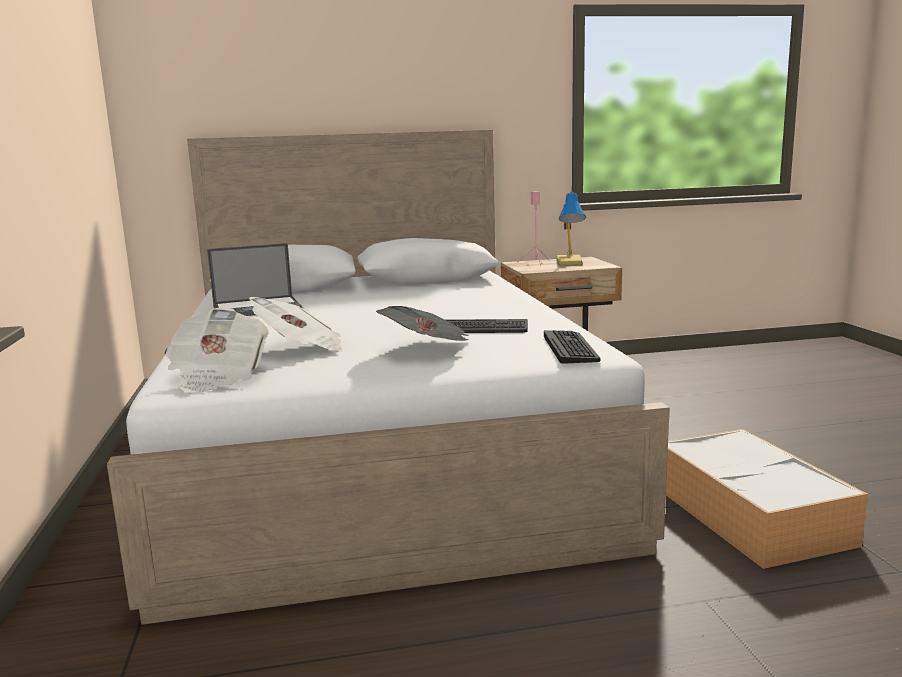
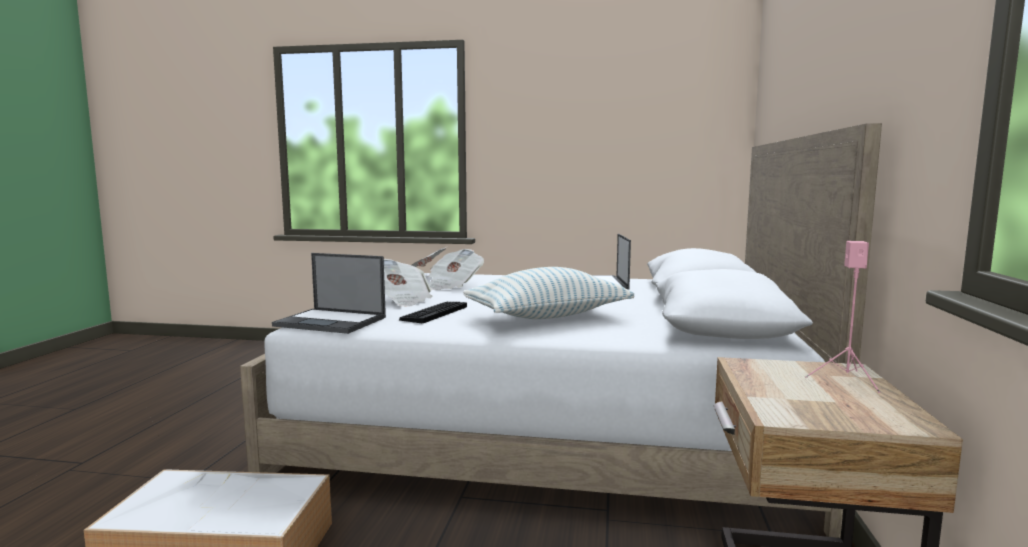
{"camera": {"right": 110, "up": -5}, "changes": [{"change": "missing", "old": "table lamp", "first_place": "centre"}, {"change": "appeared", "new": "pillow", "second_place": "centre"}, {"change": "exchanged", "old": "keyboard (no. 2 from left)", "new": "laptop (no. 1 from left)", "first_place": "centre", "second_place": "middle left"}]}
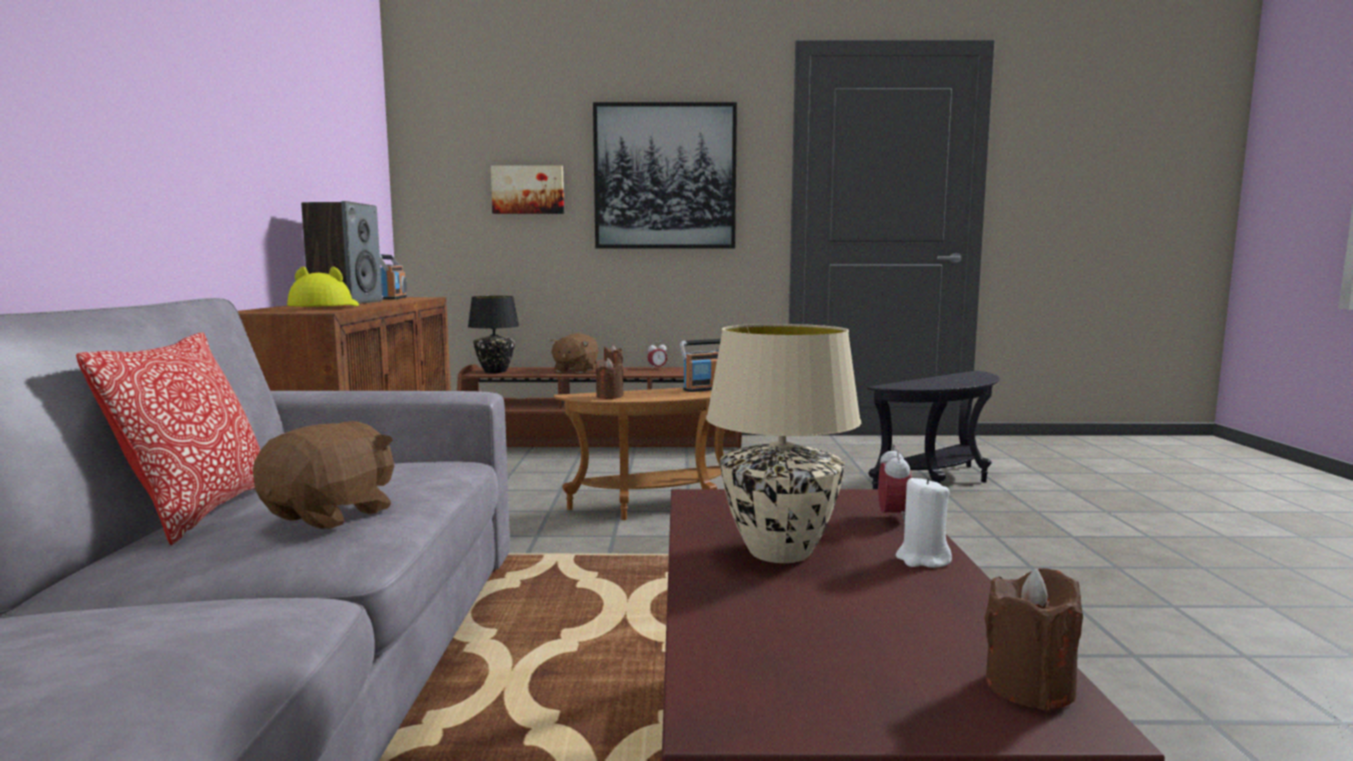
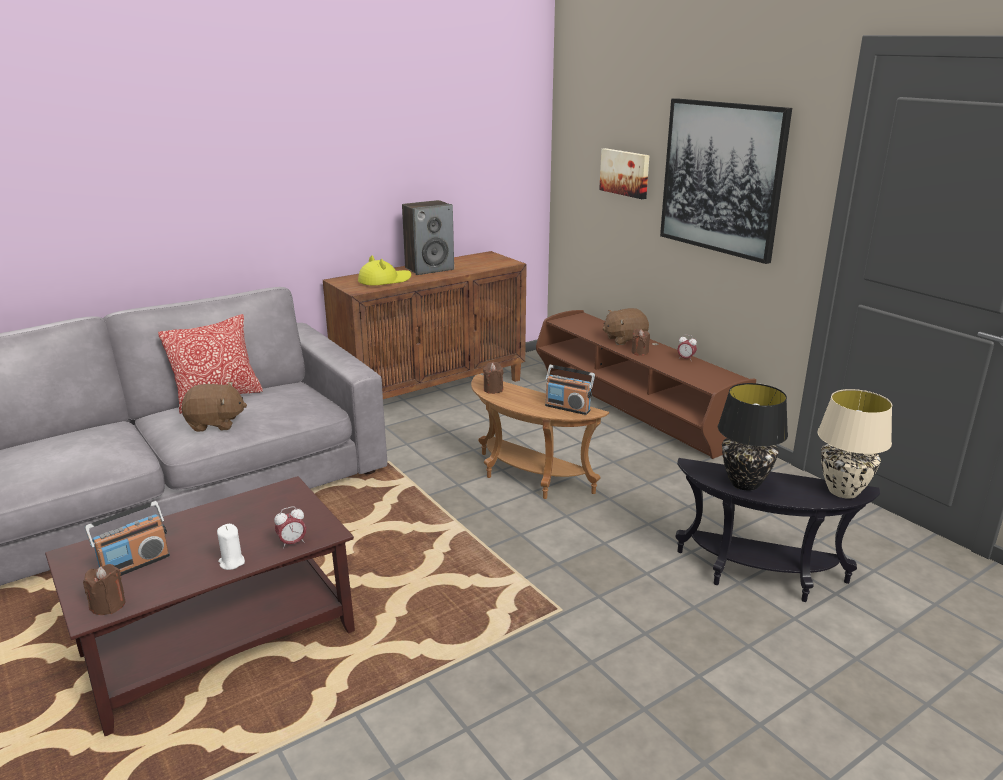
{"camera": {"right": 55, "up": 15}, "changes": [{"change": "relocated", "old": "radio (no. 1 from left)", "first_place": "middle left", "second_place": "bottom left"}, {"change": "relocated", "old": "black table lamp", "first_place": "centre", "second_place": "middle right"}, {"change": "relocated", "old": "beige table lamp", "first_place": "centre", "second_place": "middle right"}]}
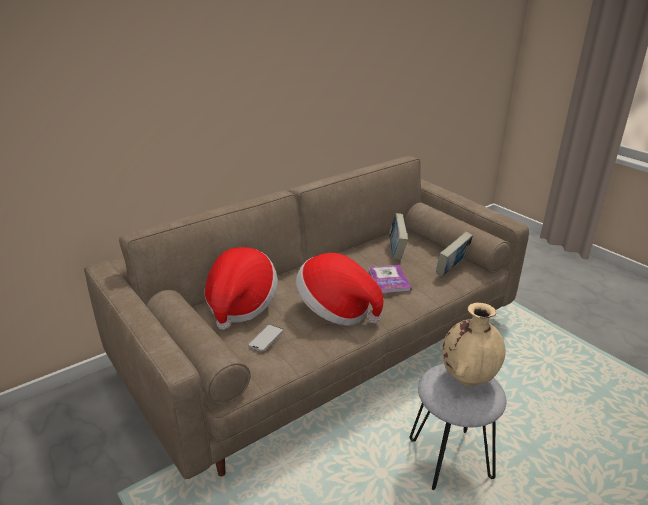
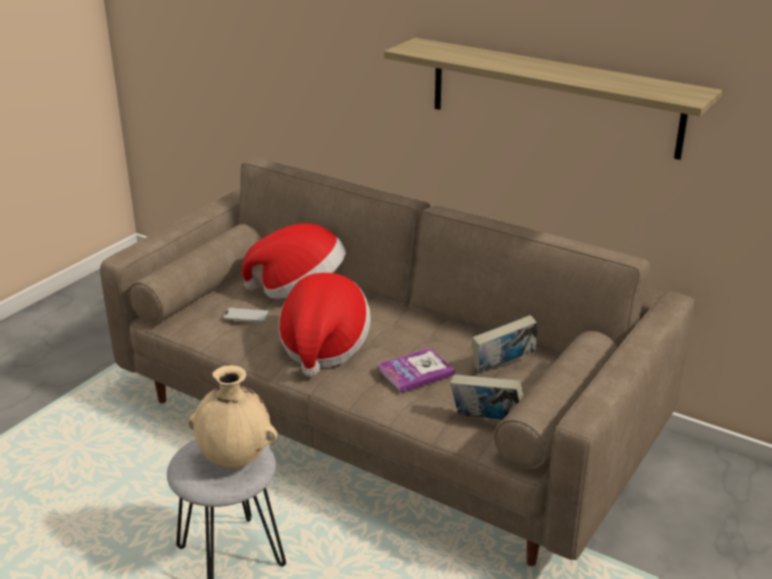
{"camera": {"right": 70, "up": 0}, "changes": [{"change": "appeared", "new": "shelf", "second_place": "top right"}]}
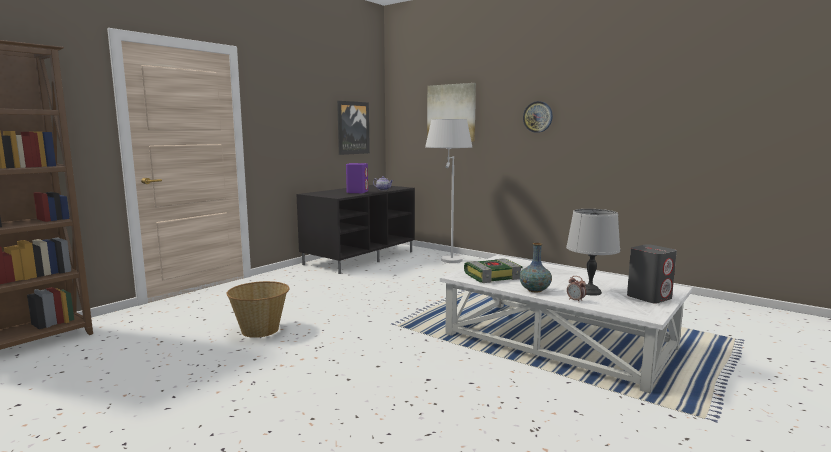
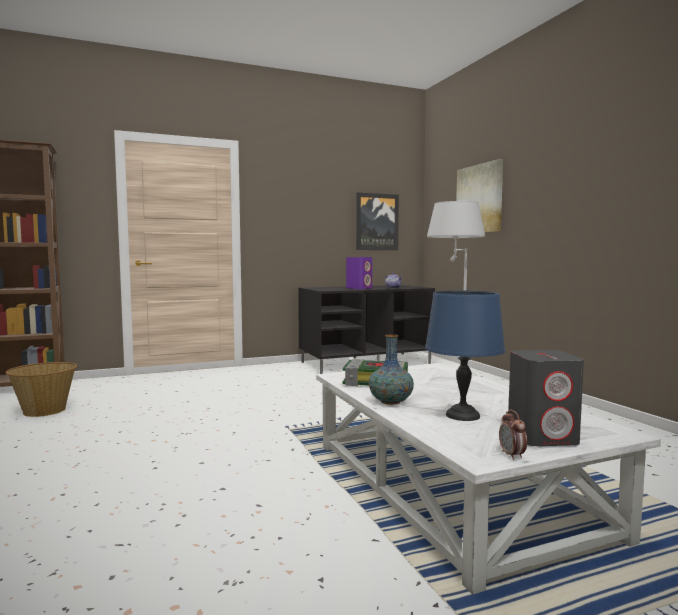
{"camera": {"right": 30, "up": -5}, "changes": [{"change": "missing", "old": "wall clock", "first_place": "top centre"}, {"change": "relocated", "old": "basket", "first_place": "bottom left", "second_place": "middle left"}, {"change": "relocated", "old": "alarm clock", "first_place": "middle right", "second_place": "bottom right"}, {"change": "colour", "old": "grey table lamp", "new": "blue table lamp", "first_place": "middle right", "second_place": "middle right"}]}
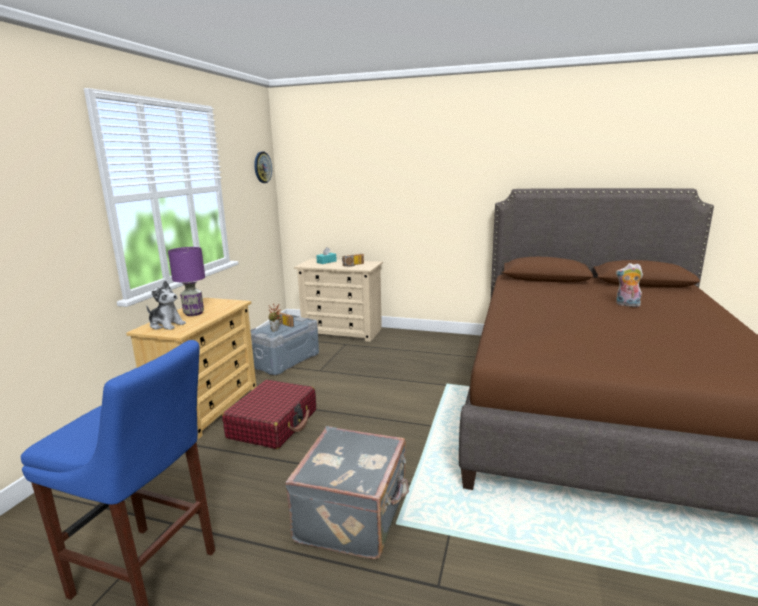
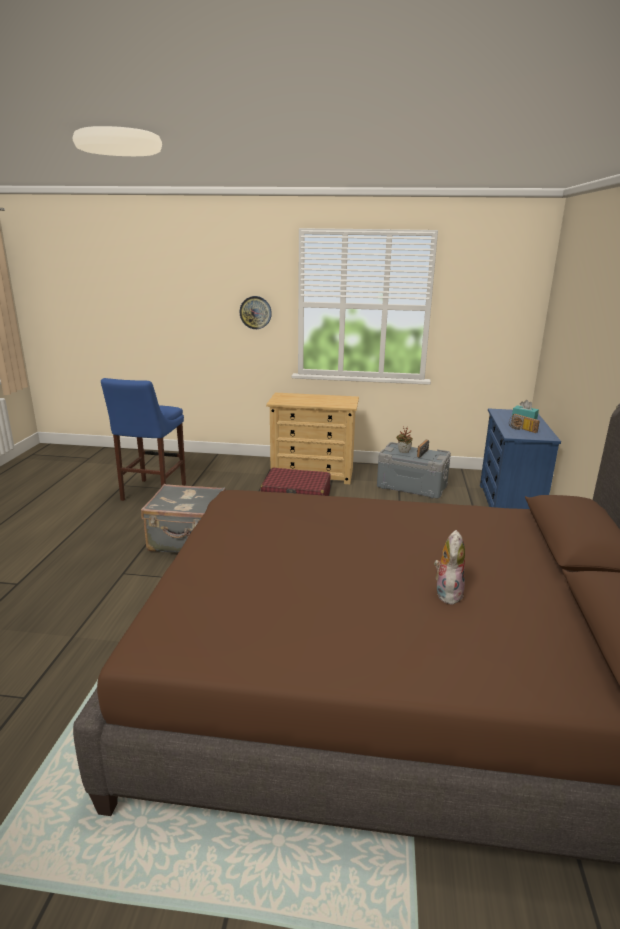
{"camera": {"right": 80, "up": 5}, "changes": [{"change": "missing", "old": "plush toy (no. 1 from left)", "first_place": "middle left"}, {"change": "missing", "old": "purple table lamp", "first_place": "middle left"}, {"change": "relocated", "old": "wall clock", "first_place": "top centre", "second_place": "centre"}, {"change": "colour", "old": "beige dresser (no. 2 from left)", "new": "blue dresser", "first_place": "centre", "second_place": "middle right"}]}
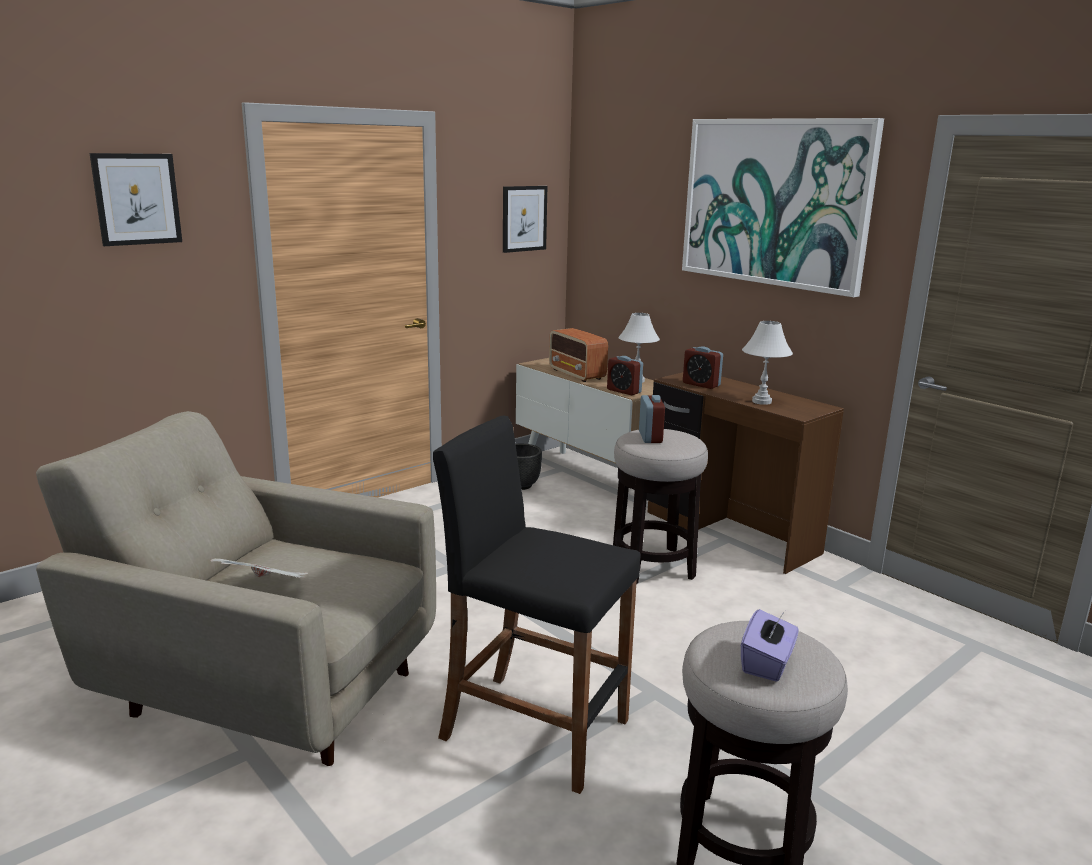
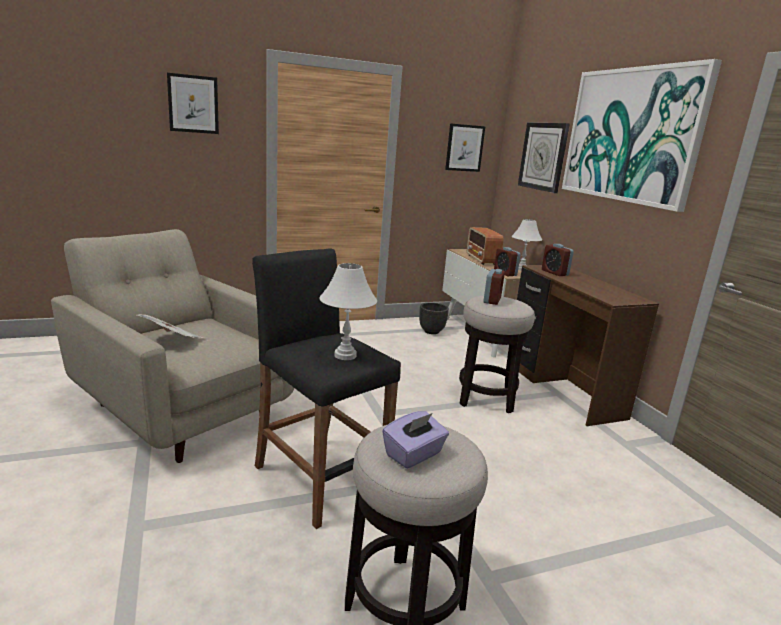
{"camera": {"right": 20, "up": 0}, "changes": [{"change": "appeared", "new": "wall clock", "second_place": "top right"}, {"change": "relocated", "old": "white table lamp (no. 2 from left in the first image)", "new": "white table lamp (no. 1 from left)", "first_place": "middle right", "second_place": "centre"}]}
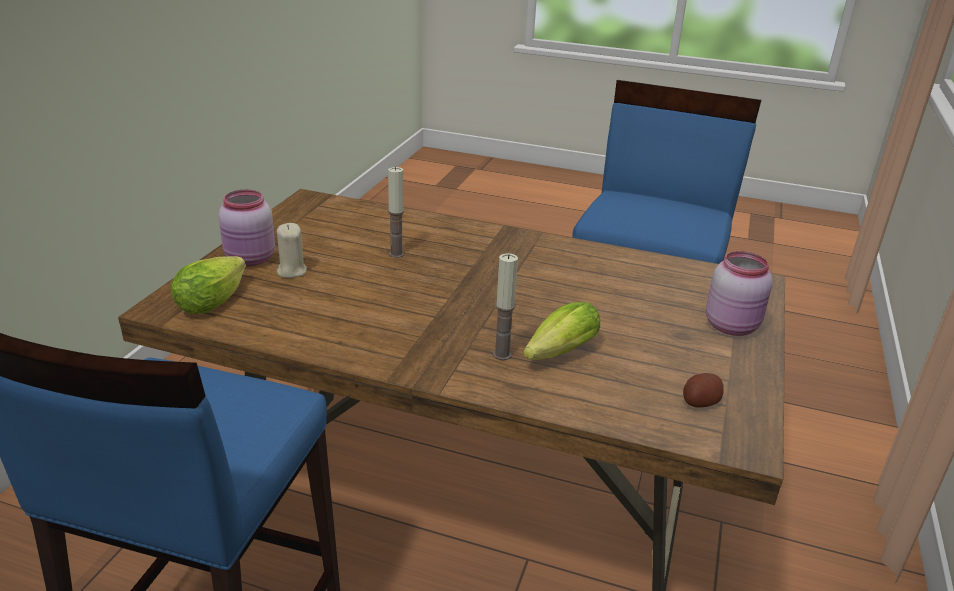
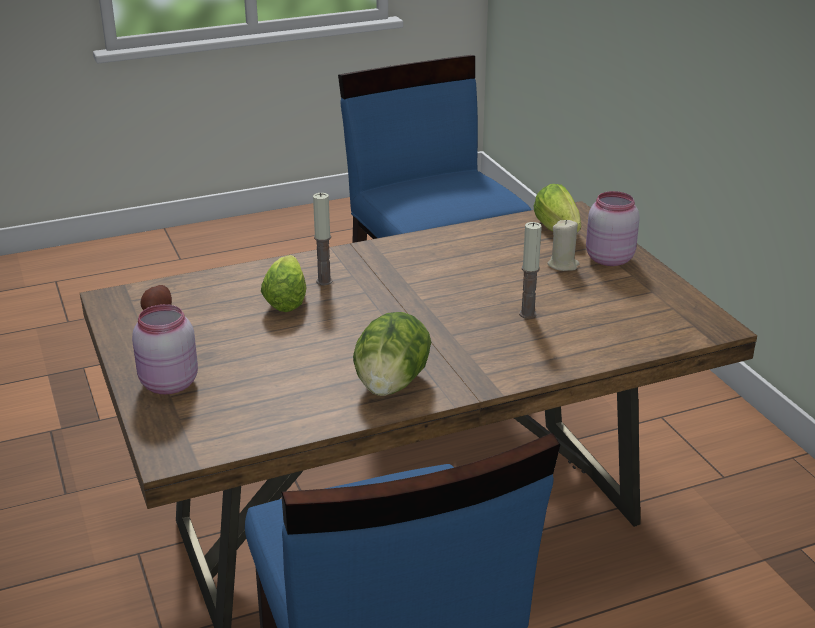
{"camera": {"right": 140, "up": 0}, "changes": [{"change": "appeared", "new": "lettuce (no. 2 from left)", "second_place": "centre"}]}
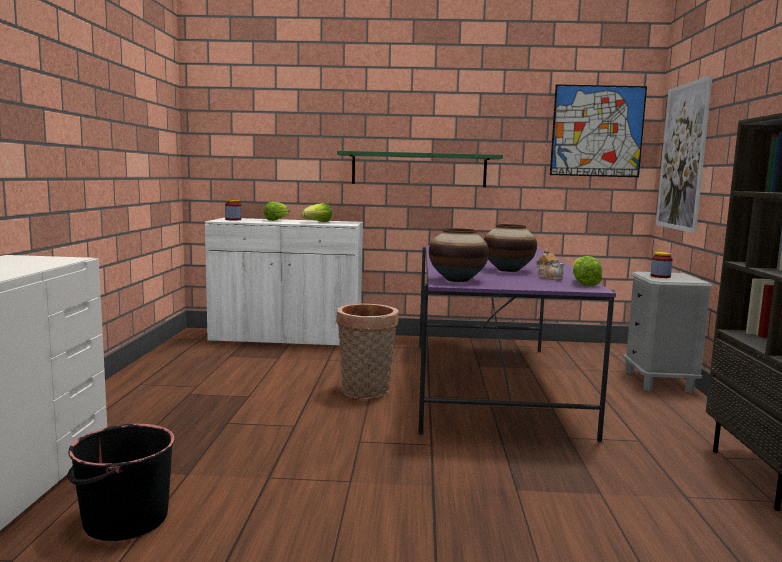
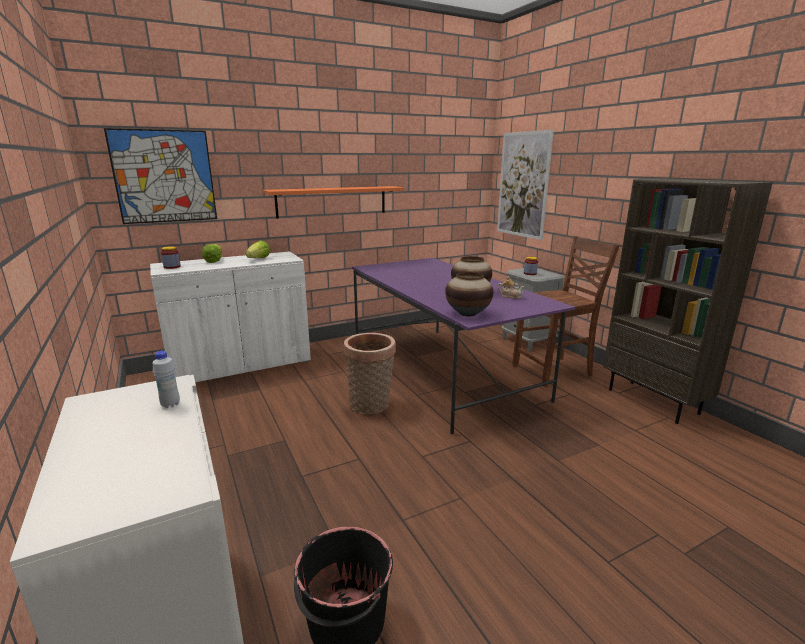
{"camera": {"right": -30, "up": 10}, "changes": [{"change": "missing", "old": "lettuce (no. 3 from left)", "first_place": "middle right"}, {"change": "appeared", "new": "white bottle", "second_place": "middle left"}, {"change": "appeared", "new": "brown chair", "second_place": "middle right"}, {"change": "relocated", "old": "picture (no. 1 from left)", "first_place": "top right", "second_place": "top left"}, {"change": "colour", "old": "green shelf", "new": "orange shelf", "first_place": "top centre", "second_place": "top centre"}]}
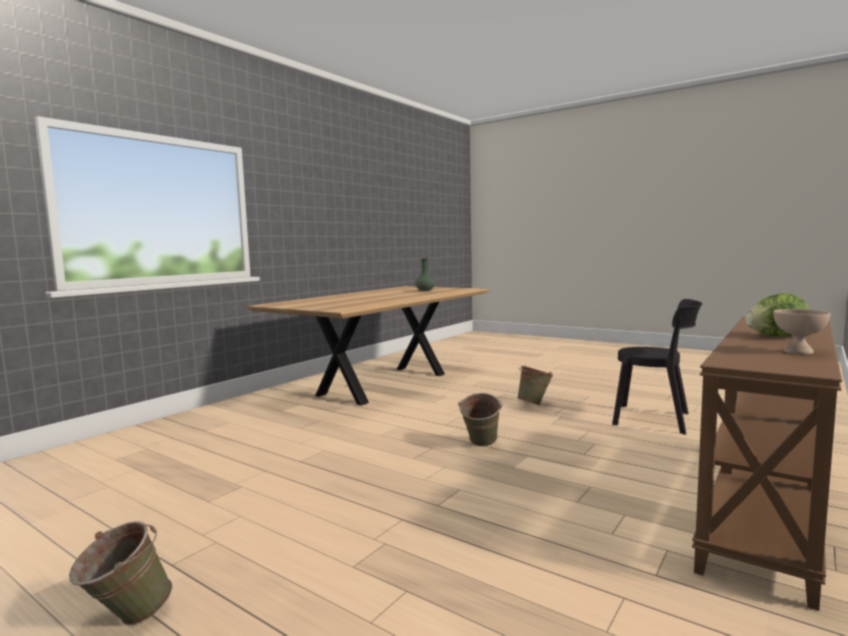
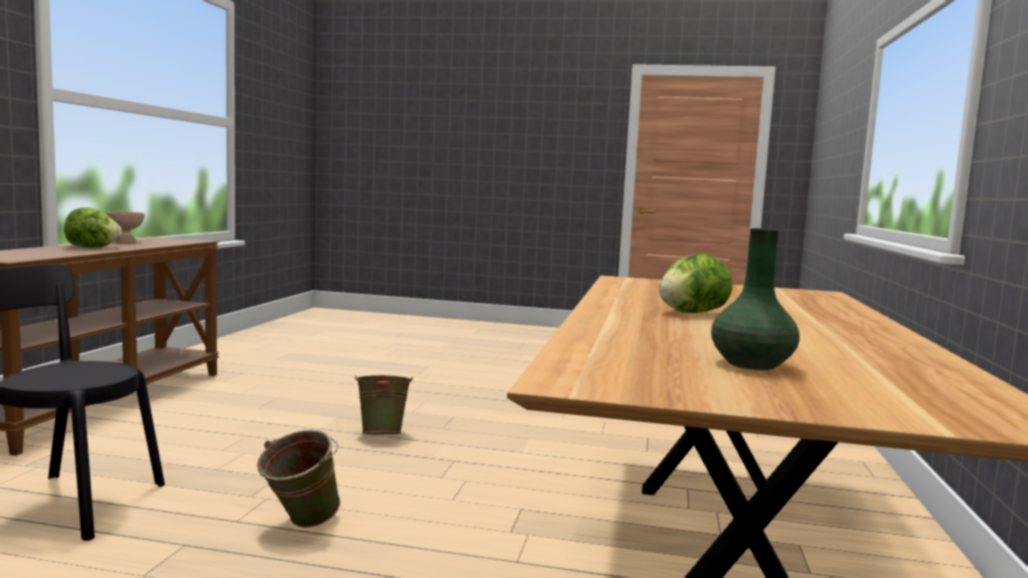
{"camera": {"right": 155, "up": 0}, "changes": [{"change": "missing", "old": "green bucket (no. 1 from left)", "first_place": "bottom left"}, {"change": "appeared", "new": "lettuce (no. 2 from left)", "second_place": "middle right"}]}
